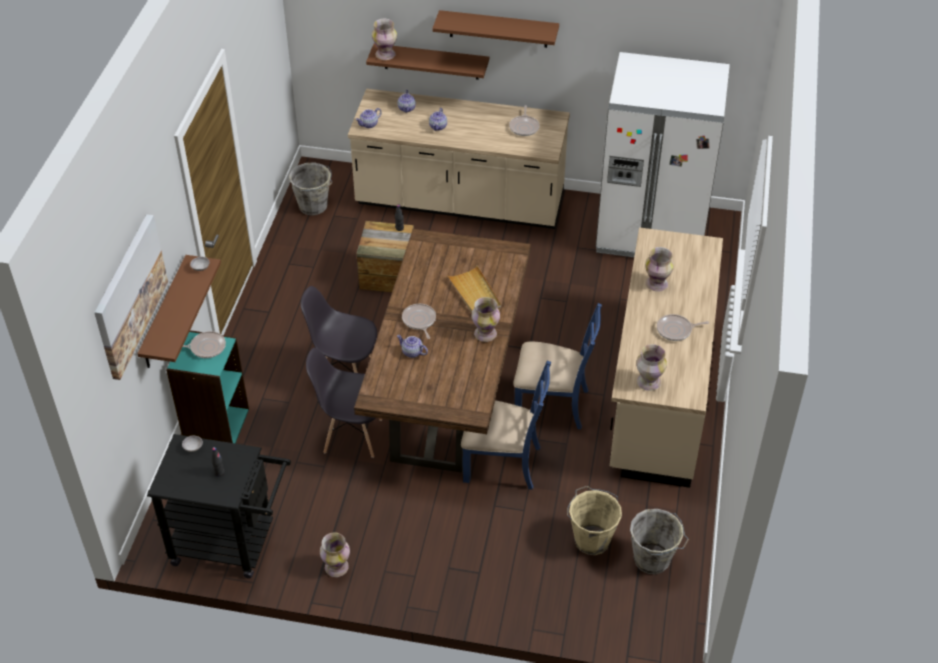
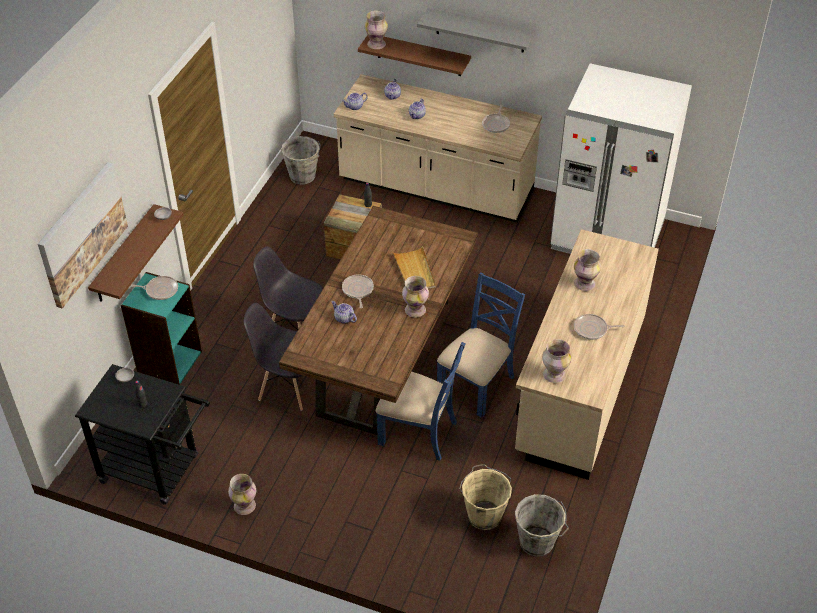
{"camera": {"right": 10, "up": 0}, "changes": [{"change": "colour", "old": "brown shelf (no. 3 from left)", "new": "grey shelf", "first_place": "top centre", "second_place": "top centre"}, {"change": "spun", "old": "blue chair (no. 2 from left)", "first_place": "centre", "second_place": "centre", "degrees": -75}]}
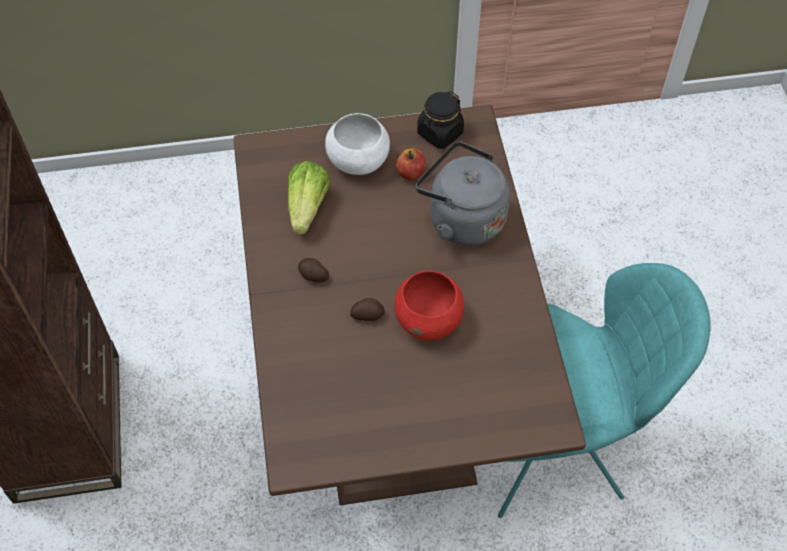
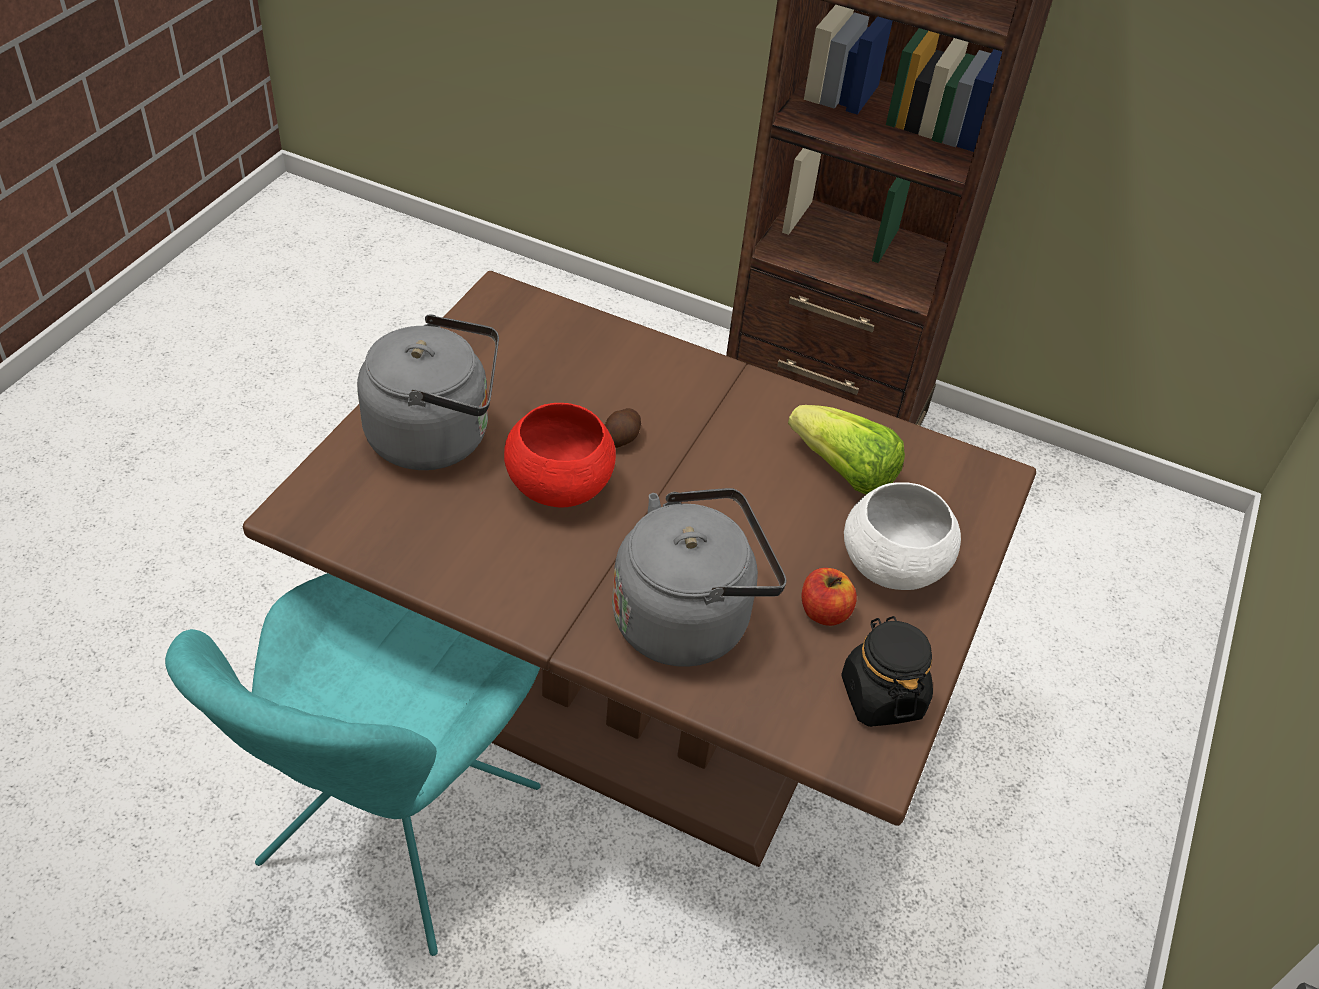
{"camera": {"right": 120, "up": -10}, "changes": [{"change": "missing", "old": "potato (no. 1 from left)", "first_place": "centre"}, {"change": "appeared", "new": "grey kettle (no. 1 from left)", "second_place": "middle left"}]}
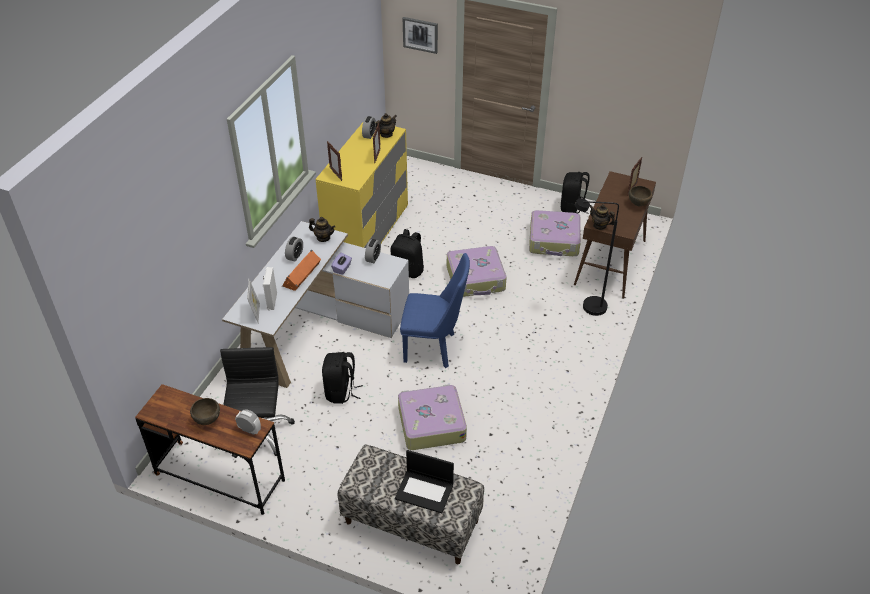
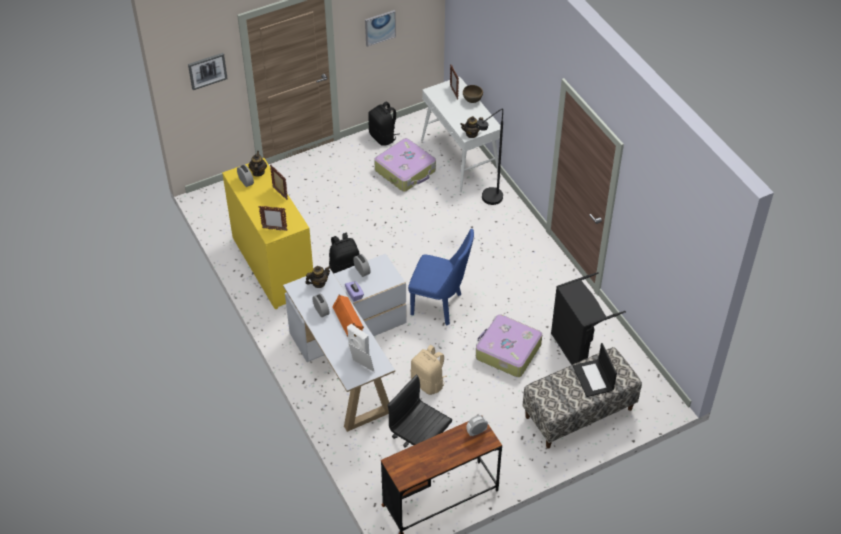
{"camera": {"right": -50, "up": 5}, "changes": [{"change": "missing", "old": "brown bowl (no. 1 from left)", "first_place": "bottom left"}, {"change": "missing", "old": "suitcase (no. 2 from left)", "first_place": "centre"}, {"change": "appeared", "new": "picture (no. 2 from left)", "second_place": "top centre"}, {"change": "appeared", "new": "black laundry basket", "second_place": "middle right"}, {"change": "colour", "old": "black backpack (no. 1 from left)", "new": "beige backpack", "first_place": "centre", "second_place": "bottom centre"}, {"change": "colour", "old": "brown console table", "new": "white console table", "first_place": "middle right", "second_place": "top centre"}, {"change": "spun", "old": "laptop", "first_place": "bottom centre", "second_place": "bottom right", "degrees": 105}, {"change": "spun", "old": "blue chair", "first_place": "centre", "second_place": "centre", "degrees": 60}]}
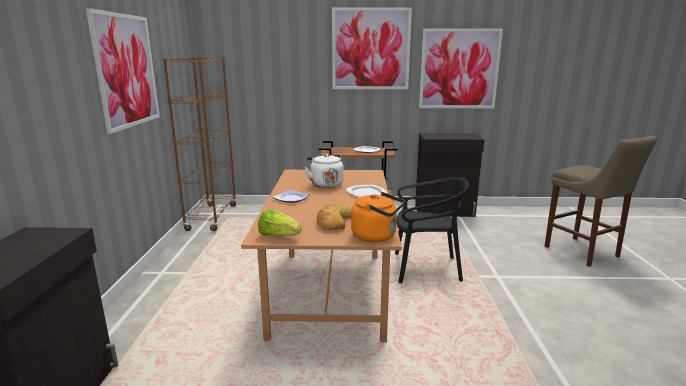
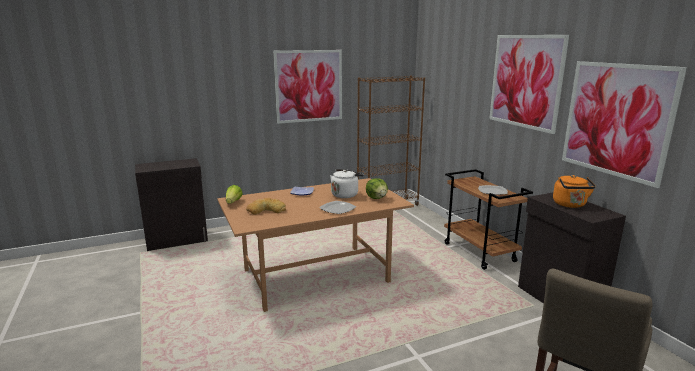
{"camera": {"right": 65, "up": 0}, "changes": [{"change": "missing", "old": "black chair", "first_place": "centre"}, {"change": "appeared", "new": "lettuce (no. 2 from left)", "second_place": "centre"}, {"change": "relocated", "old": "orange kettle", "first_place": "centre", "second_place": "middle right"}]}
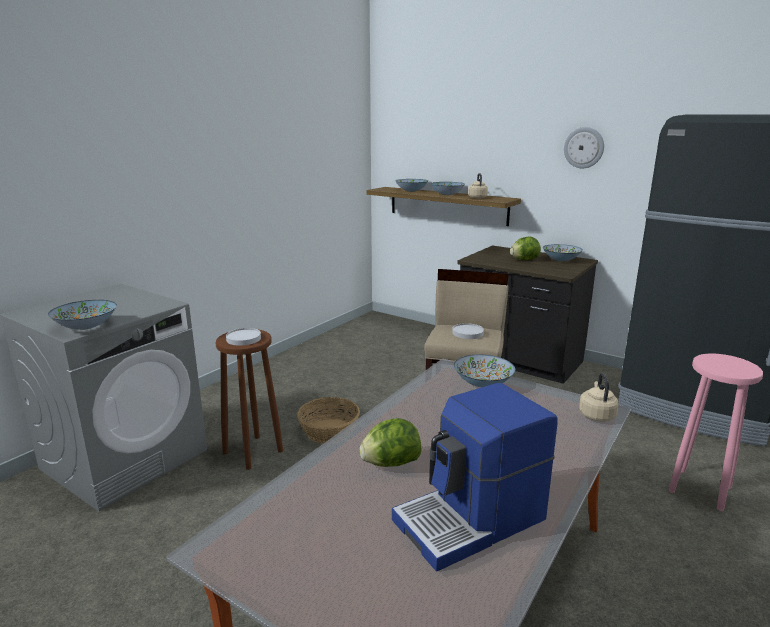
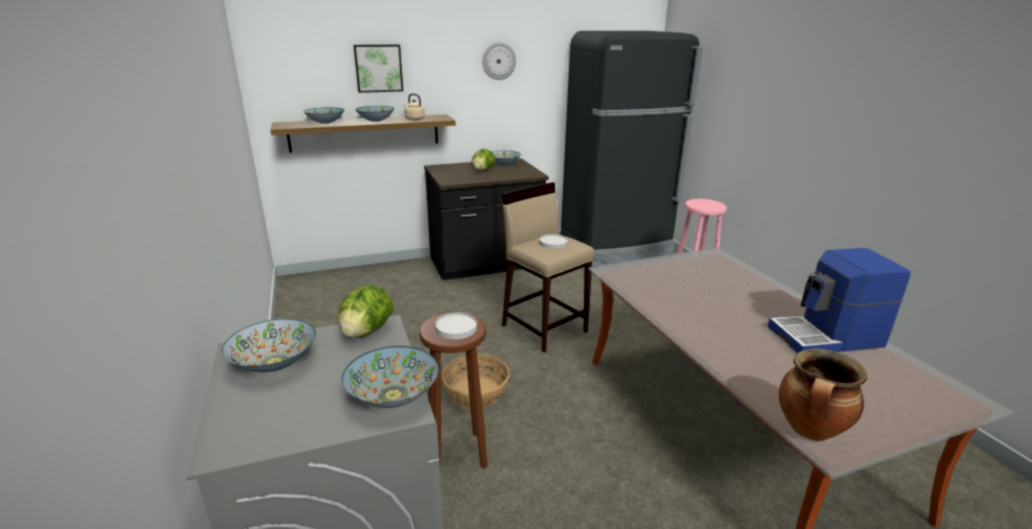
{"camera": {"right": -55, "up": 5}, "changes": [{"change": "missing", "old": "beige kettle (no. 2 from left)", "first_place": "middle right"}, {"change": "appeared", "new": "picture", "second_place": "top centre"}, {"change": "appeared", "new": "cooking pot", "second_place": "bottom right"}, {"change": "relocated", "old": "lettuce (no. 1 from left)", "first_place": "bottom centre", "second_place": "centre"}, {"change": "relocated", "old": "bowl (no. 4 from left in the first image)", "new": "bowl (no. 1 from left)", "first_place": "centre", "second_place": "middle left"}, {"change": "spun", "old": "coffee machine", "first_place": "bottom centre", "second_place": "middle right", "degrees": 75}]}
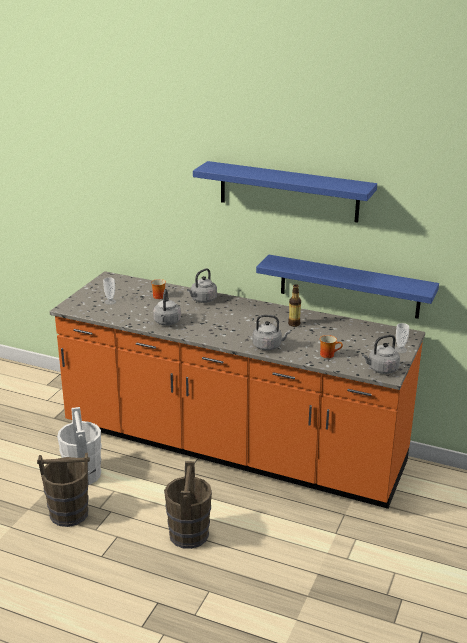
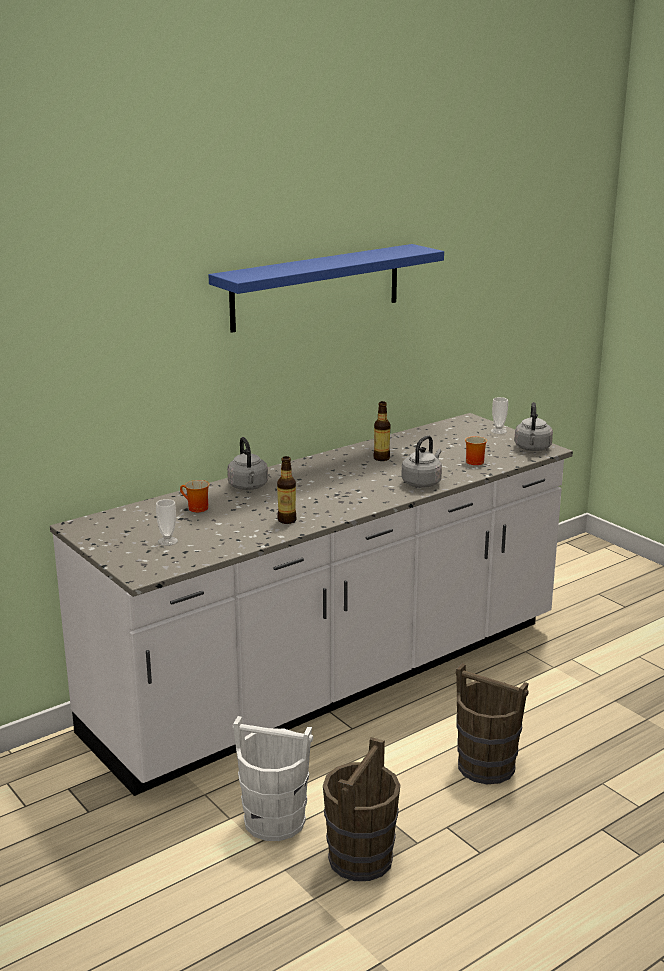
{"camera": {"right": -60, "up": -5}, "changes": [{"change": "missing", "old": "blue shelf (no. 2 from left)", "first_place": "middle right"}, {"change": "exchanged", "old": "grey kettle (no. 1 from left)", "new": "bottle (no. 1 from left)", "first_place": "centre", "second_place": "centre"}, {"change": "colour", "old": "orange counter", "new": "white counter", "first_place": "centre", "second_place": "centre"}]}
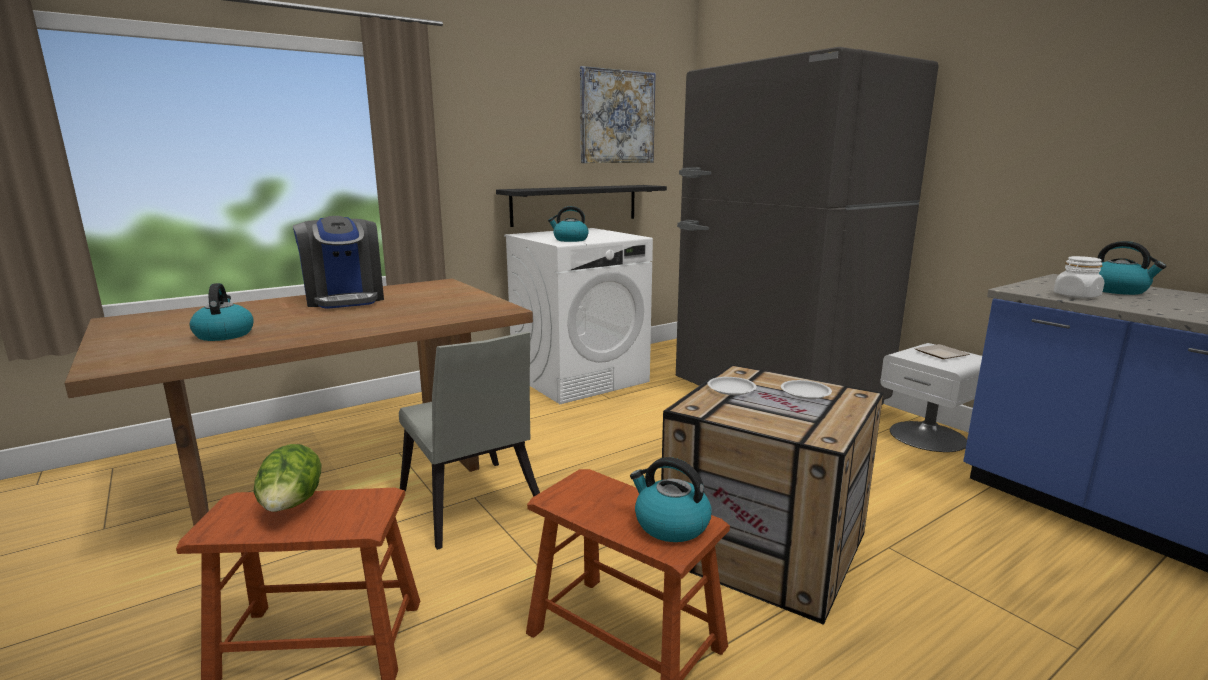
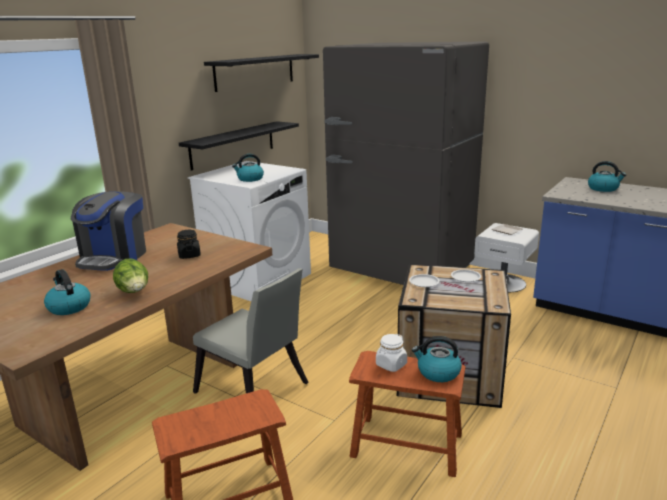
{"camera": {"right": -20, "up": 5}, "changes": [{"change": "appeared", "new": "black jar", "second_place": "middle left"}, {"change": "relocated", "old": "lettuce", "first_place": "bottom left", "second_place": "middle left"}, {"change": "relocated", "old": "white jar", "first_place": "middle right", "second_place": "bottom centre"}, {"change": "exchanged", "old": "picture", "new": "black shelf (no. 2 from left)", "first_place": "top centre", "second_place": "top centre"}, {"change": "spun", "old": "coffee machine", "first_place": "middle left", "second_place": "middle left", "degrees": 60}]}
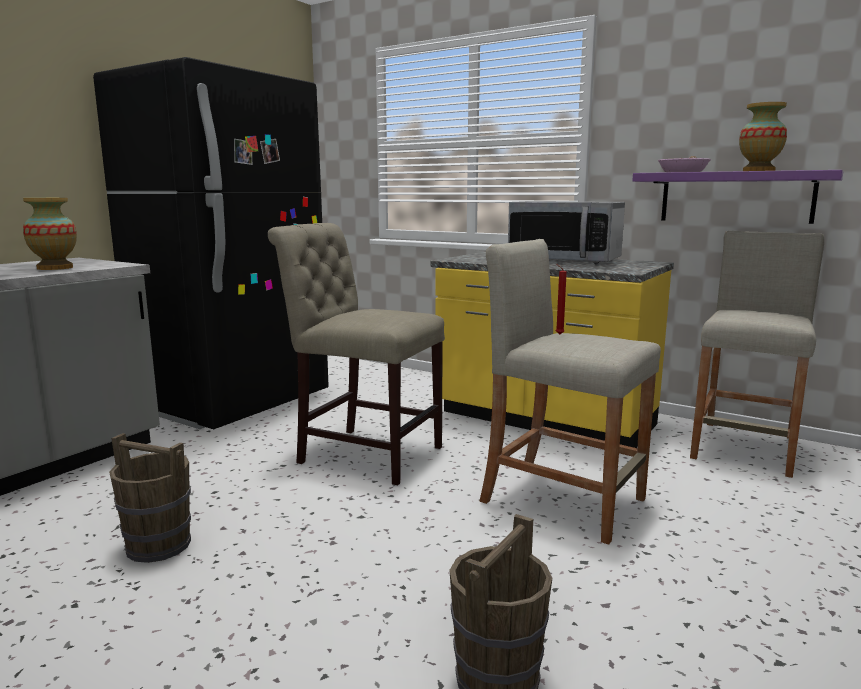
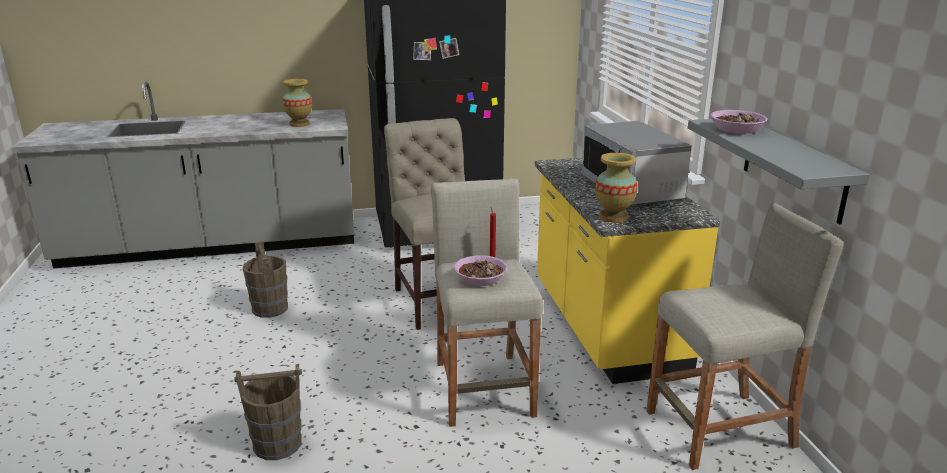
{"camera": {"right": 45, "up": 10}, "changes": [{"change": "appeared", "new": "bowl (no. 1 from left)", "second_place": "centre"}, {"change": "relocated", "old": "vase (no. 2 from left)", "first_place": "top right", "second_place": "centre"}, {"change": "colour", "old": "purple shelf", "new": "grey shelf", "first_place": "top right", "second_place": "middle right"}]}
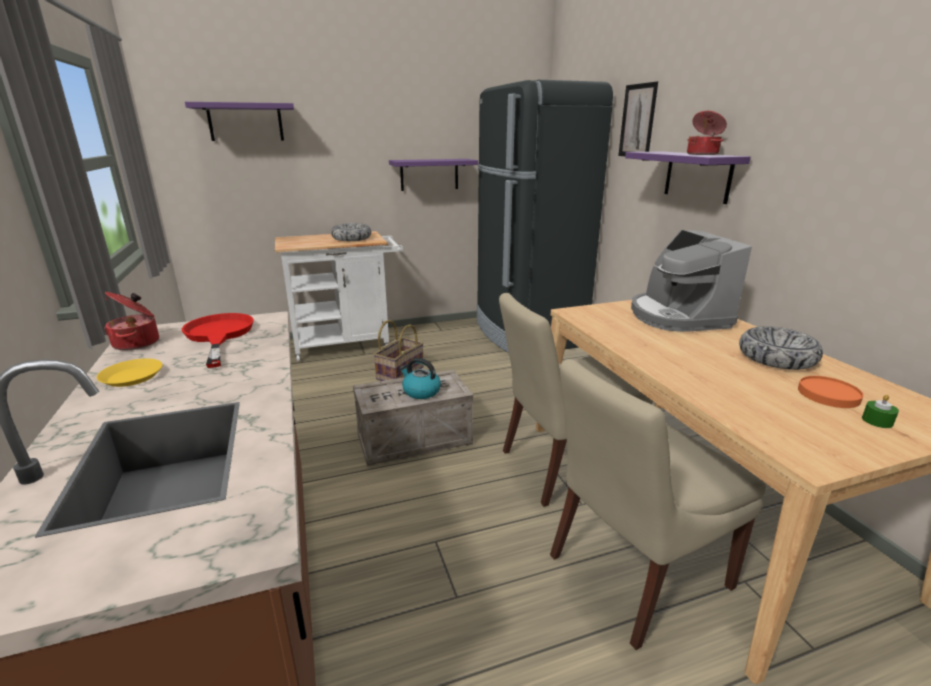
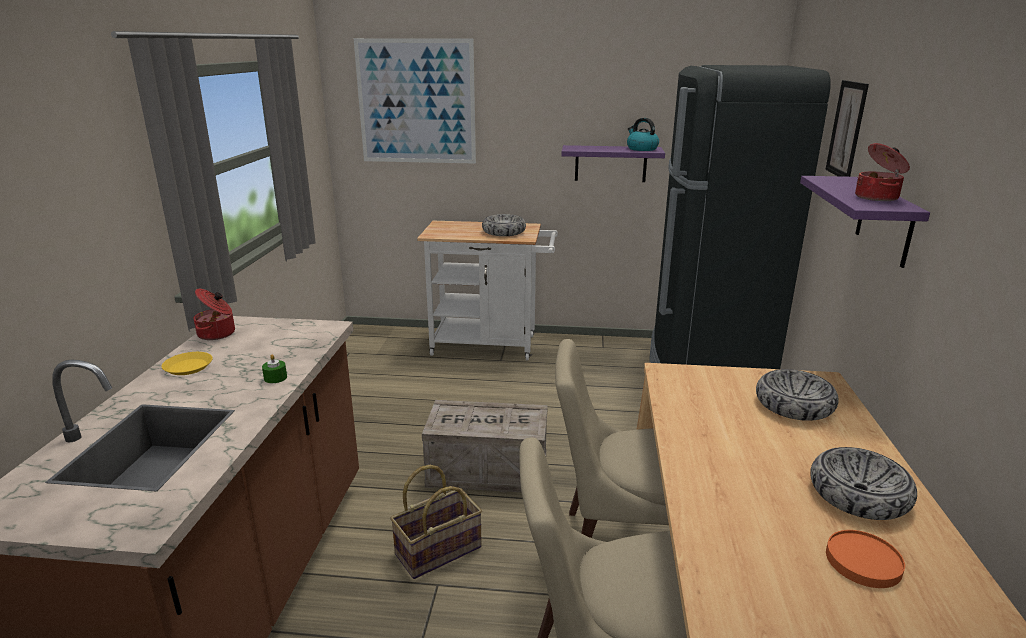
{"camera": {"right": 25, "up": 0}, "changes": [{"change": "missing", "old": "red frying pan", "first_place": "middle left"}, {"change": "relocated", "old": "basket", "first_place": "centre", "second_place": "bottom centre"}, {"change": "relocated", "old": "kettle", "first_place": "centre", "second_place": "top centre"}, {"change": "relocated", "old": "green candle", "first_place": "middle right", "second_place": "middle left"}, {"change": "exchanged", "old": "purple shelf (no. 1 from left)", "new": "picture (no. 1 from left)", "first_place": "top left", "second_place": "top centre"}, {"change": "exchanged", "old": "coffee machine", "new": "bowl (no. 2 from left)", "first_place": "middle right", "second_place": "middle right"}]}
